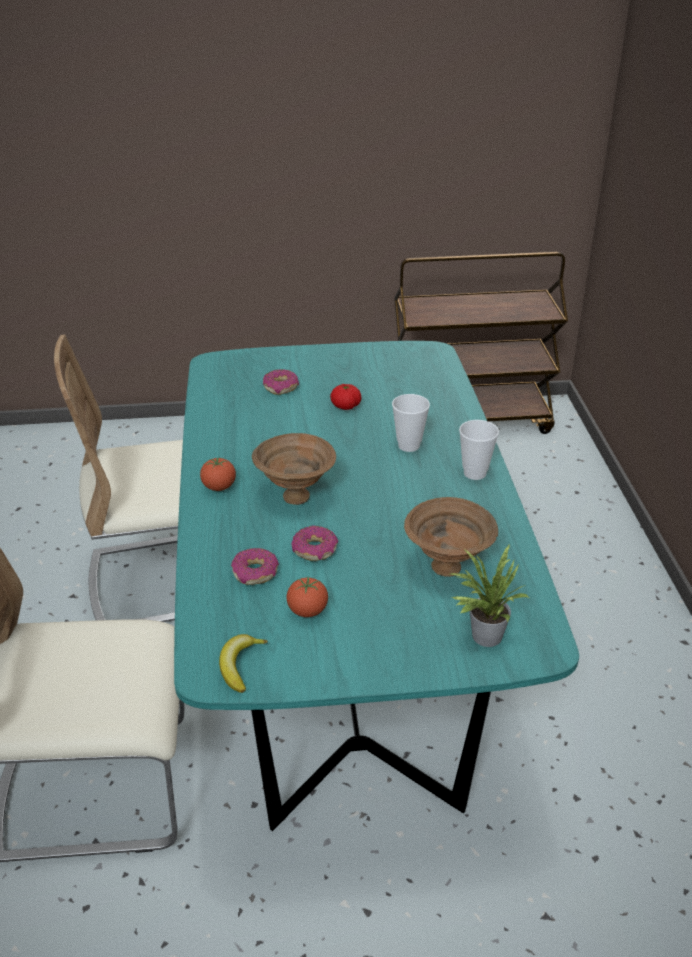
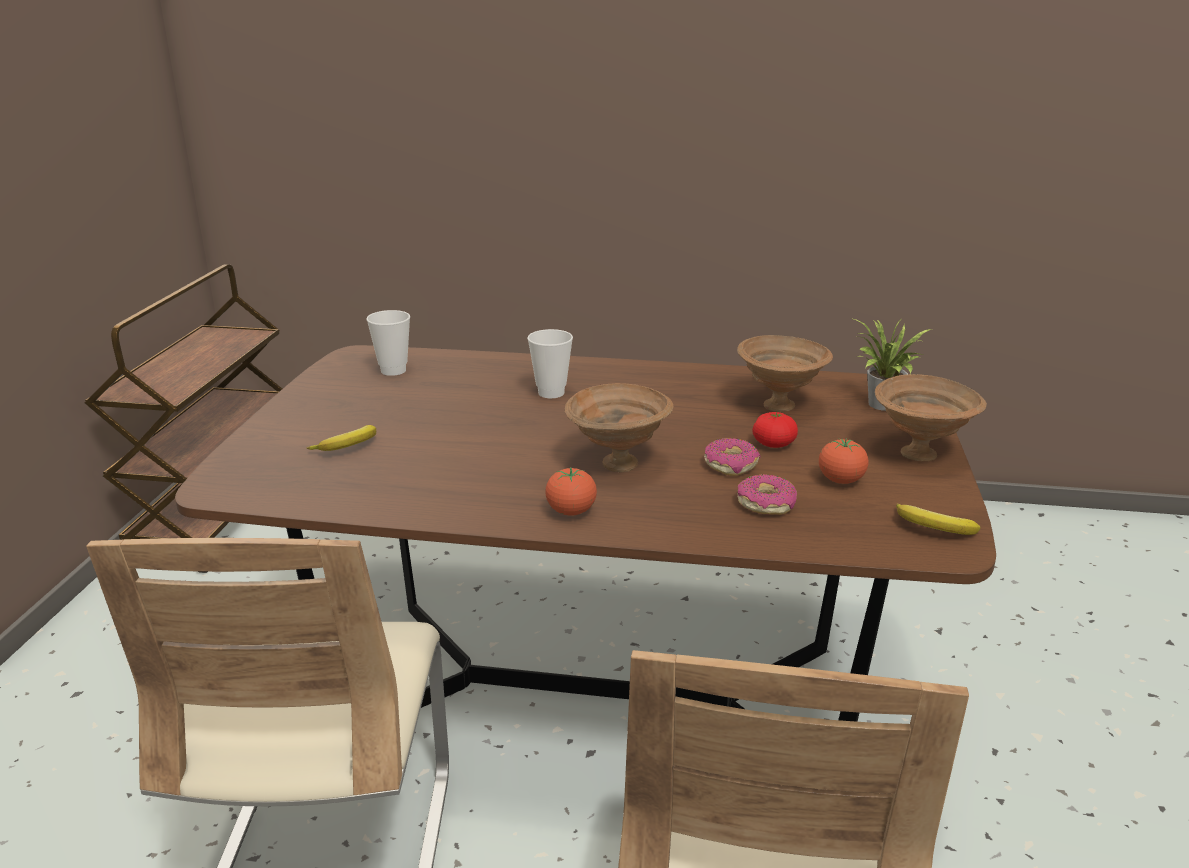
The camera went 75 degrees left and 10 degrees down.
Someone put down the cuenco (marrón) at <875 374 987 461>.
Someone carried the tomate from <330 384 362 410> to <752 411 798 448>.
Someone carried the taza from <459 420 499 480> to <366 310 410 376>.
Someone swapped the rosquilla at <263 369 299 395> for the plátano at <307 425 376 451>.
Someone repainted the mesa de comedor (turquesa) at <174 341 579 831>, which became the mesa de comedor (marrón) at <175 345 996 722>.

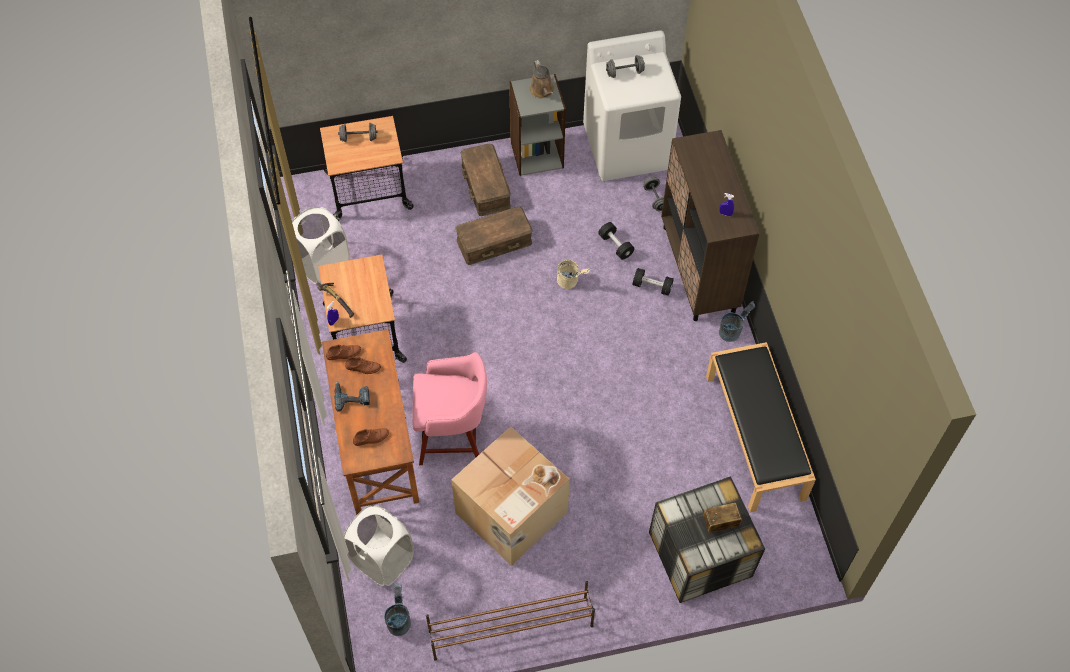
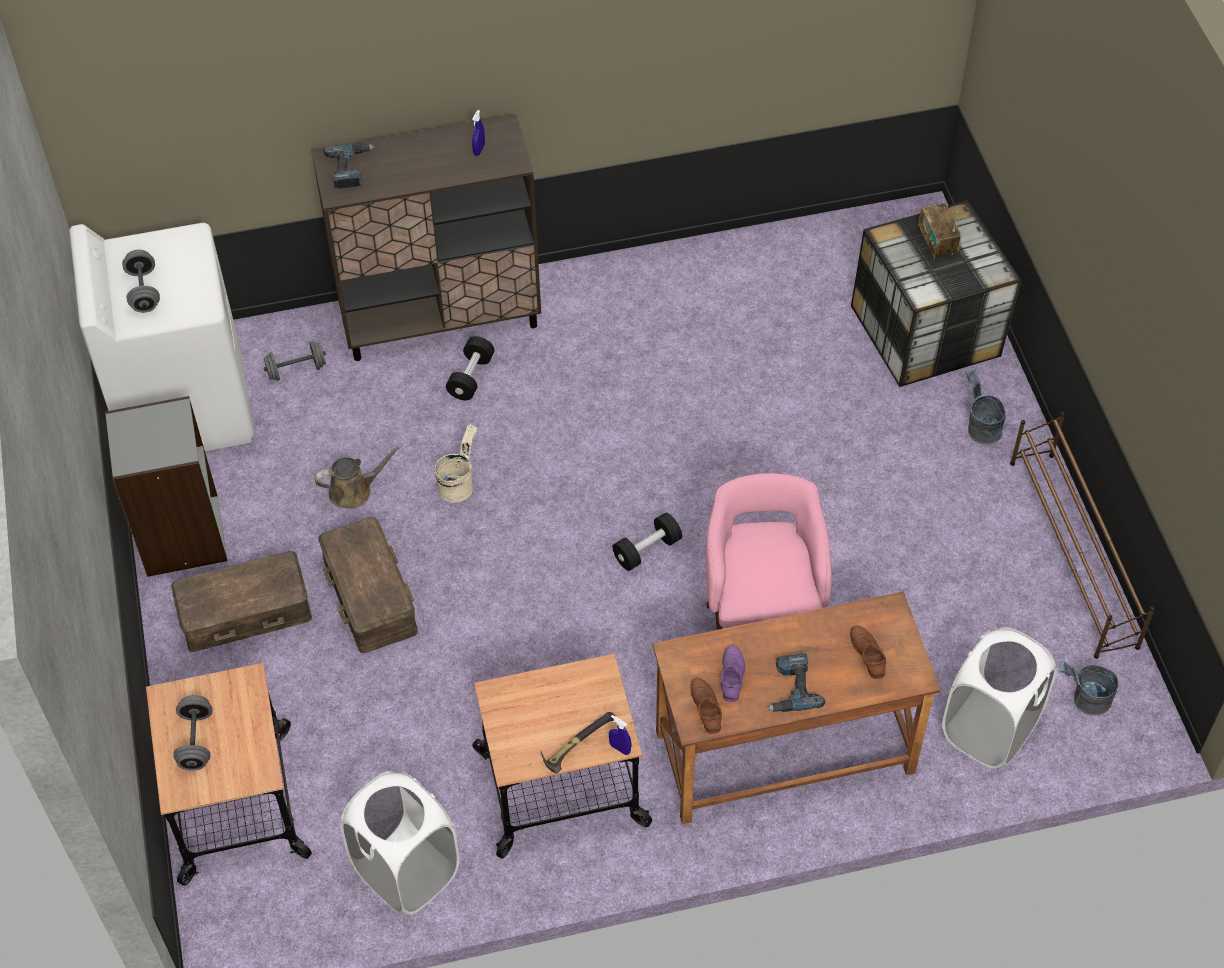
The camera went 90 degrees left and 5 degrees down.
Someone took away the caja de cartón at <451 427 570 566>.
Someone took away the banco (negro) at <706 342 816 512>.
Someone put down the taladro at <323 143 375 189>.
Someone carried the regadera (marrón) from <529 60 554 98> to <314 444 403 509>.
Someone carried the mancuerna (negro) from <598 222 635 260> to <612 513 682 571>.
Someone carried the cubo (gris) from <719 301 755 342> to <964 368 1006 445>.
Someone repainted the zapato (marrón) at <345 357 381 374>, which became the zapato (morado) at <721 645 745 702>.

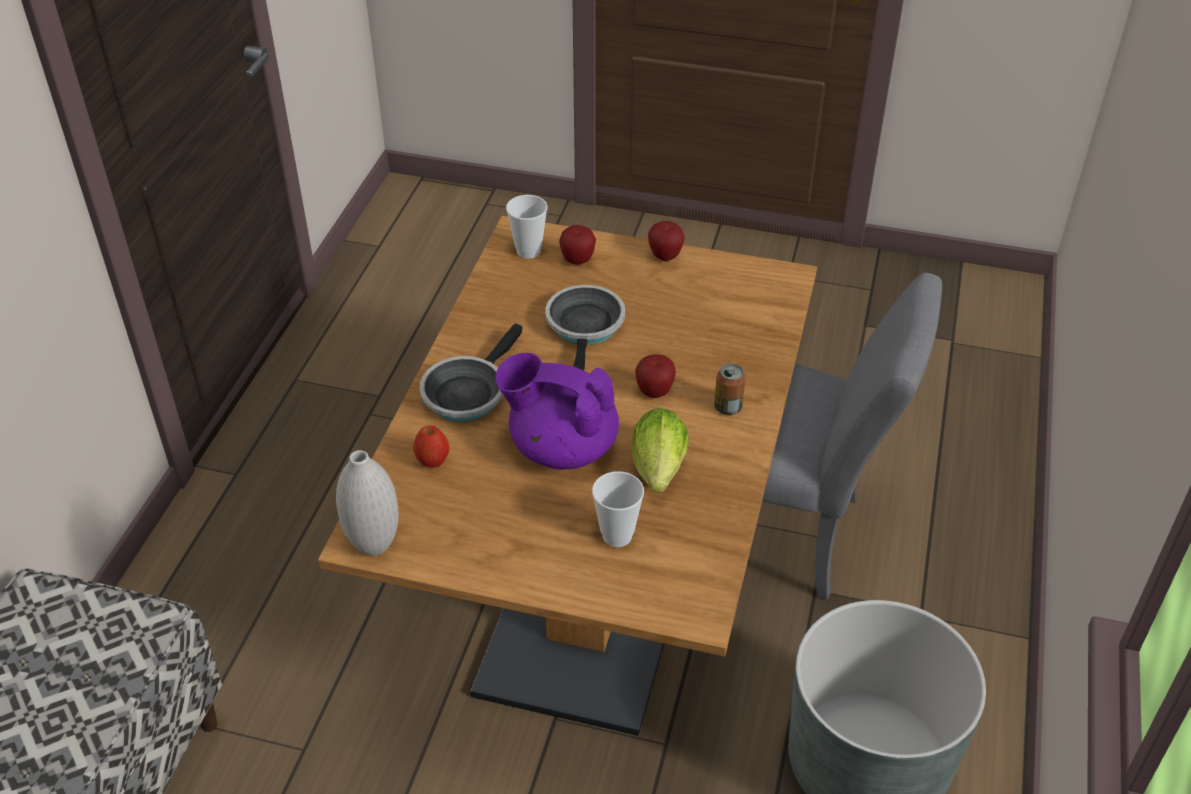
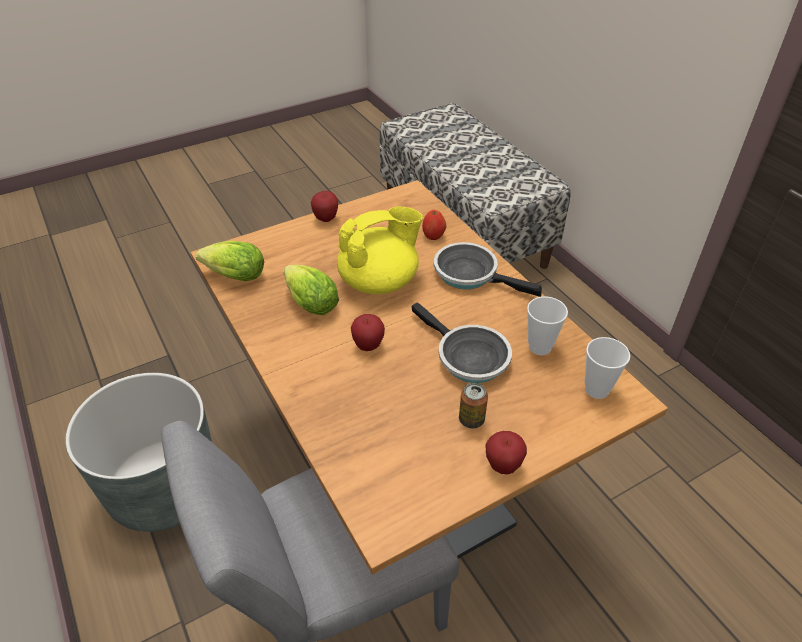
The camera went 135 degrees right and 0 degrees up.
Someone took away the florero (blanco) at <336 450 398 556>.
Someone put down the lechuga at <196 241 264 281>.
Someone carried the manzana from <559 225 596 265> to <311 191 338 222>.
Someone carried the taza from <592 471 644 547> to <527 297 568 355>.
Someone carried the lata from <714 363 746 415> to <459 382 488 429>.
Someone repainted the tetera (morado) at <495 353 619 470>, which became the tetera (amarillo) at <337 206 423 294>.
Someone rotated the sartén at <420 323 523 422> by 45 degrees counterclockwise.

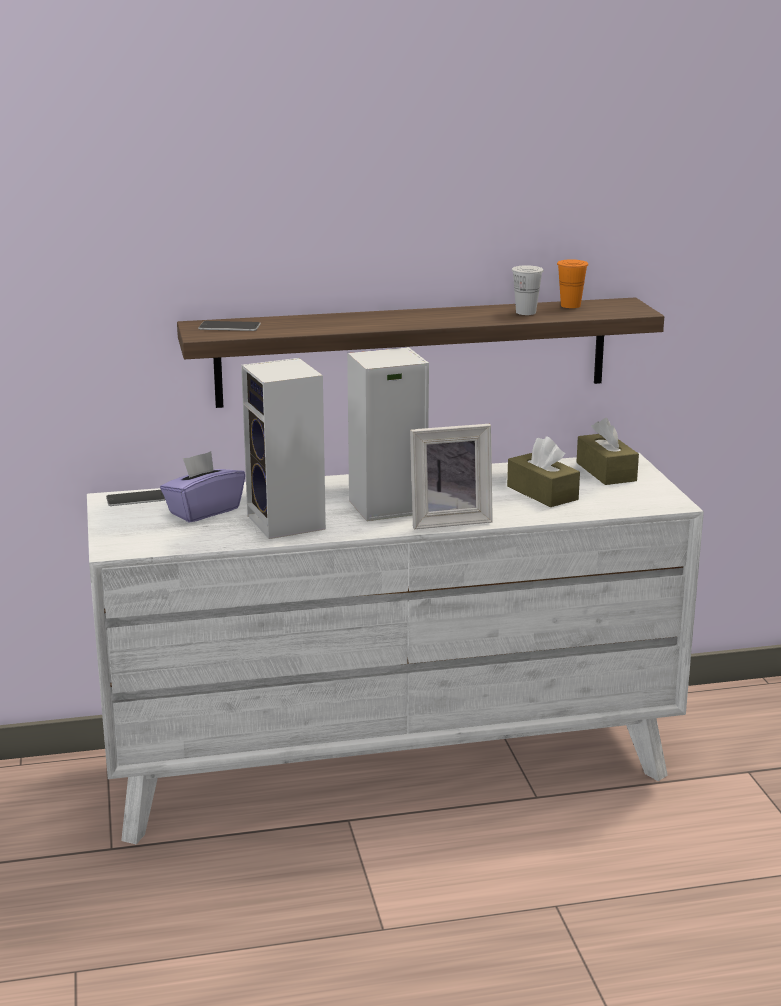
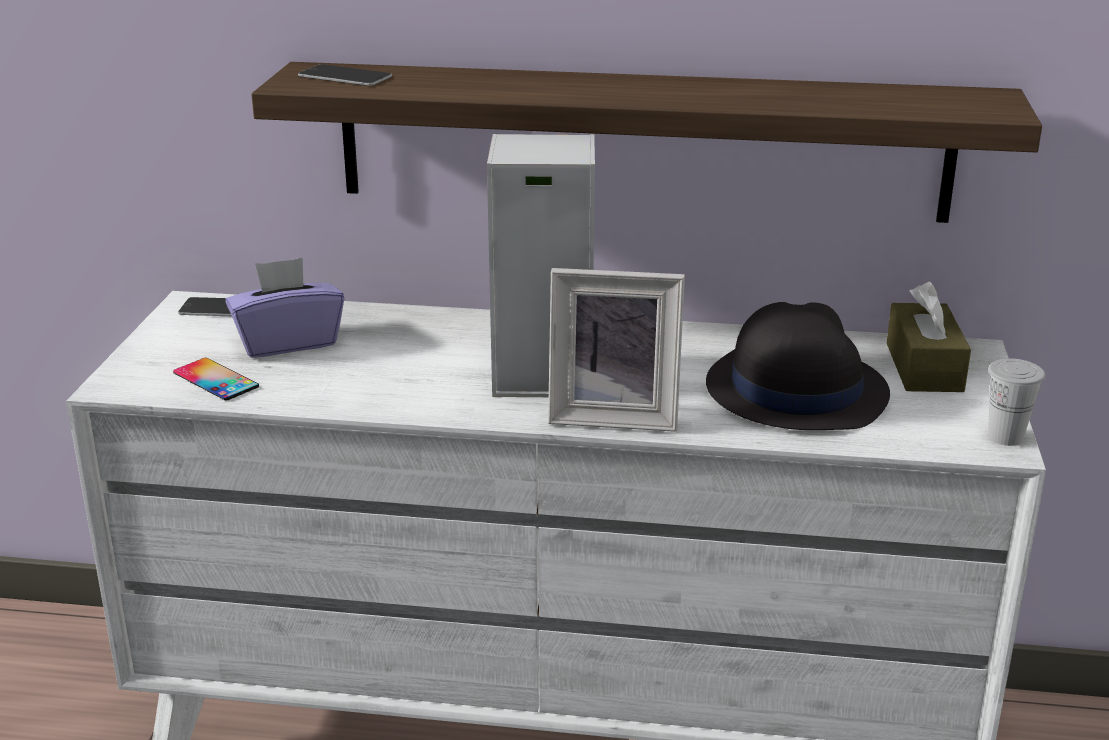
The camera went 20 degrees right and 5 degrees up.
Someone took away the altavoz at <241 358 326 539>.
Someone took away the taza (naranja) at <557 259 588 308>.
Someone put down the móvil at <173 358 259 401>.
Someone carried the taza (blanco) from <512 265 543 315> to <988 358 1045 446>.
Someone swapped the caja de pañuelos (marrón) at <507 436 580 507> for the sombrero (negro) at <706 302 890 430>.

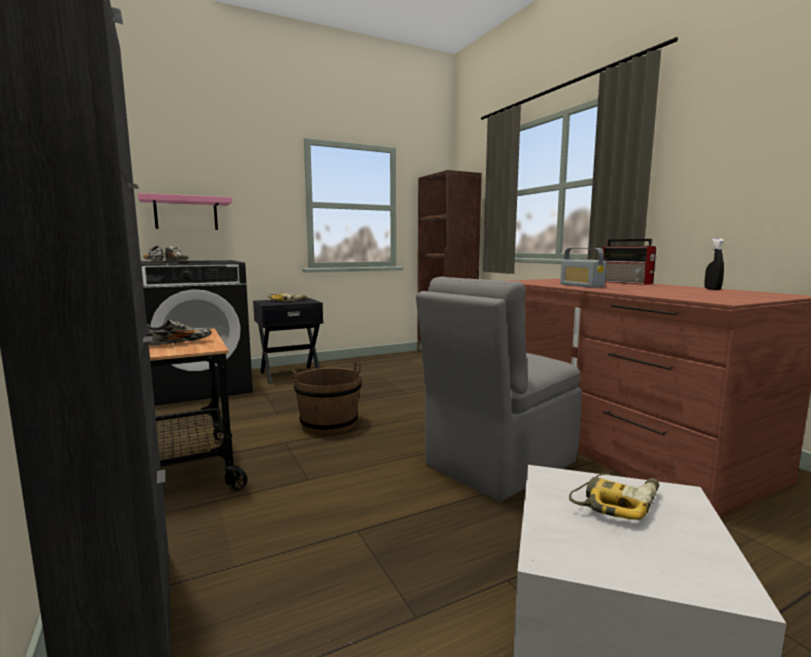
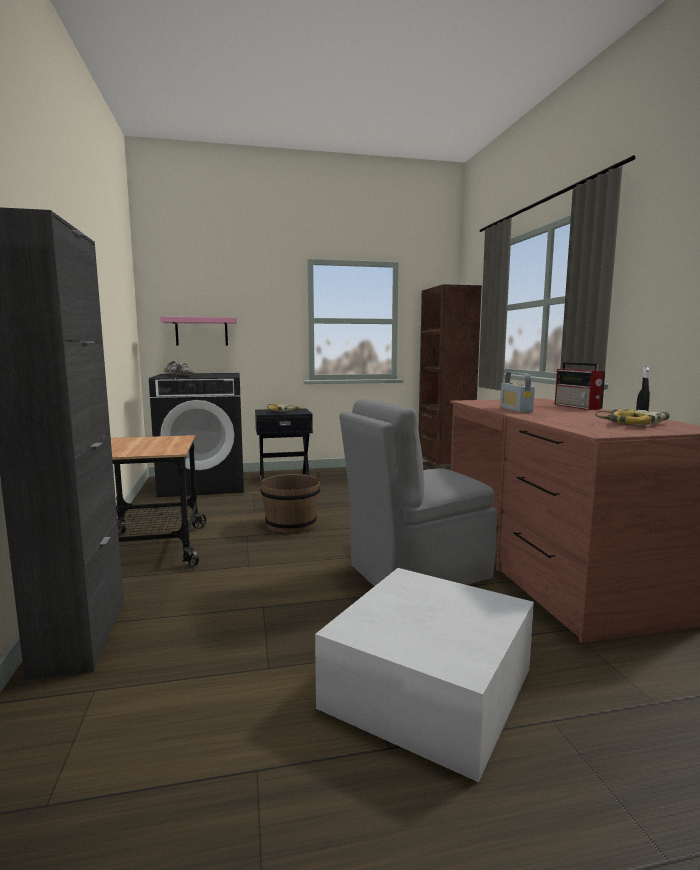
The camera went 15 degrees right and 0 degrees up.
Someone took away the zapato at <147 320 212 346>.
Someone carried the taladro from <569 473 659 520> to <595 409 670 426>.

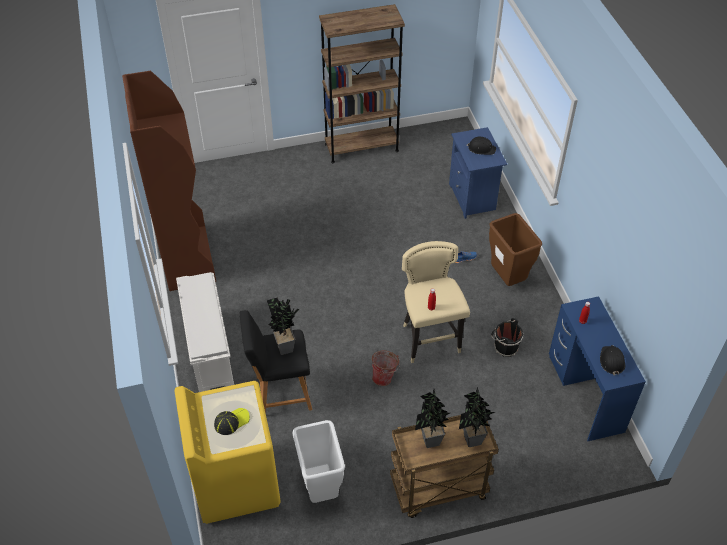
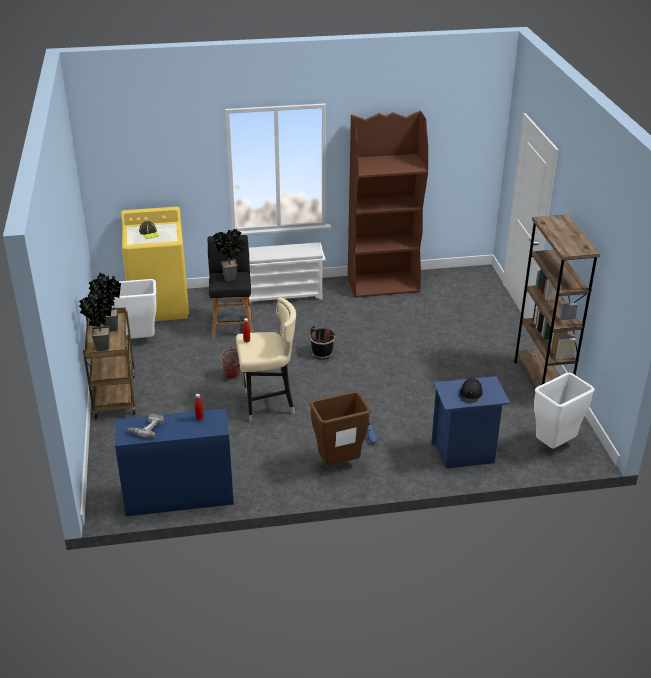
The camera went 95 degrees right and 15 degrees down.
Someone put down the papelera (blanco) at <534 373 595 448>.
Someone carried the cubo (negro) from <491 318 523 357> to <310 326 336 359>.
Someone swapped the casco (negro) at <600 345 625 376> for the taladro at <127 414 164 438>.

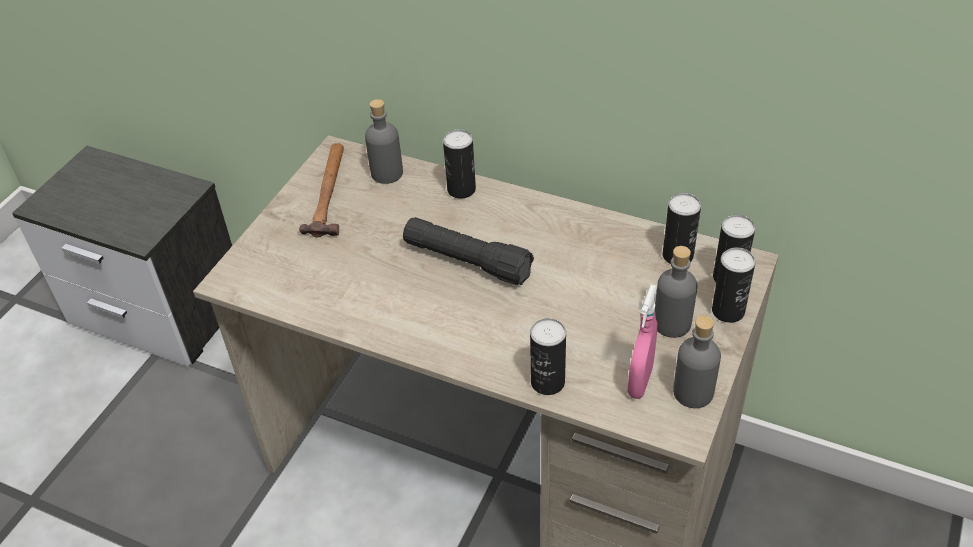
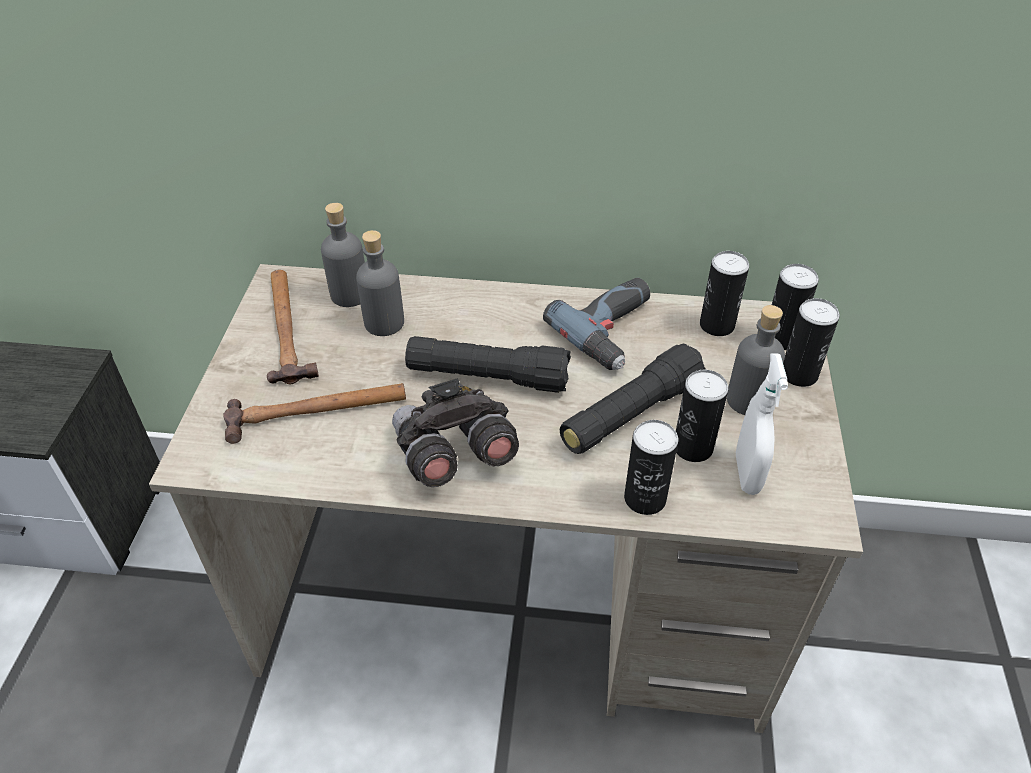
The camera went 20 degrees left and 0 degrees up.
Someone put down the martillo at <223 383 406 444>.
Someone put down the prismáticos (gris) at <392 378 519 487>.
Someone put down the taladro at <543 278 650 370>.
Someone put down the linterna (negro) at <560 344 706 454>.
Someone carried the lata from <443 129 476 199> to <676 370 728 462>.
Someone carried the botella (gris) from <673 315 721 408> to <356 230 404 336>.
Someone repainted the pulverizador (rosa) at <628 284 657 399>, which became the pulverizador (blanco) at <736 353 788 495>.

